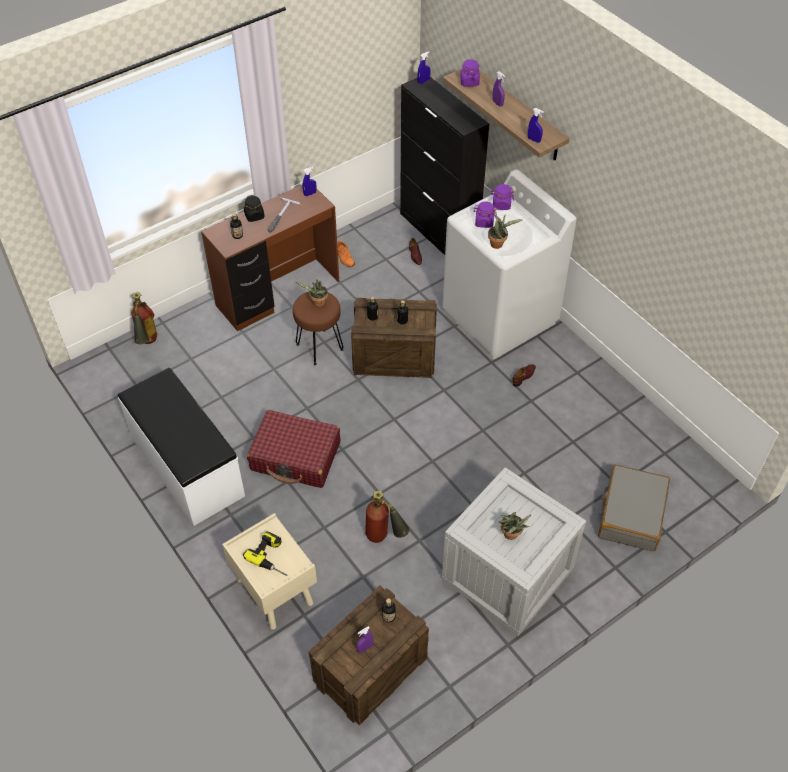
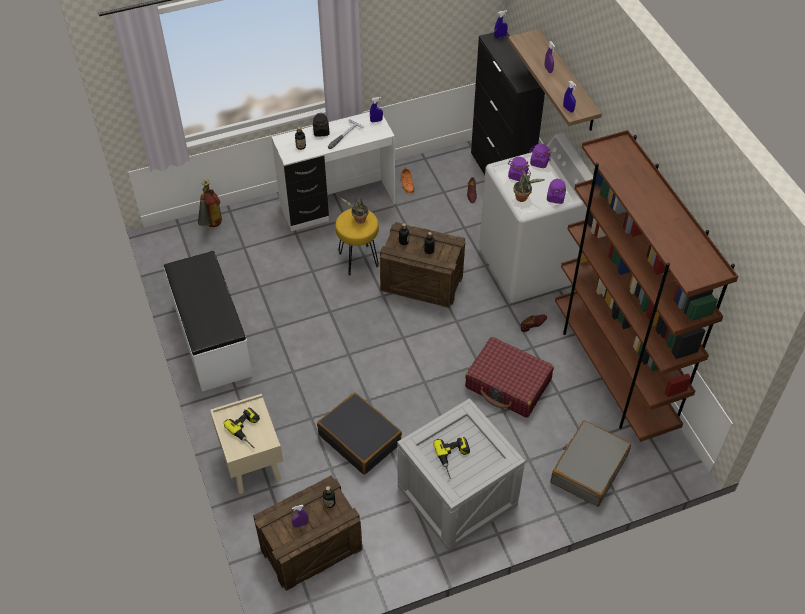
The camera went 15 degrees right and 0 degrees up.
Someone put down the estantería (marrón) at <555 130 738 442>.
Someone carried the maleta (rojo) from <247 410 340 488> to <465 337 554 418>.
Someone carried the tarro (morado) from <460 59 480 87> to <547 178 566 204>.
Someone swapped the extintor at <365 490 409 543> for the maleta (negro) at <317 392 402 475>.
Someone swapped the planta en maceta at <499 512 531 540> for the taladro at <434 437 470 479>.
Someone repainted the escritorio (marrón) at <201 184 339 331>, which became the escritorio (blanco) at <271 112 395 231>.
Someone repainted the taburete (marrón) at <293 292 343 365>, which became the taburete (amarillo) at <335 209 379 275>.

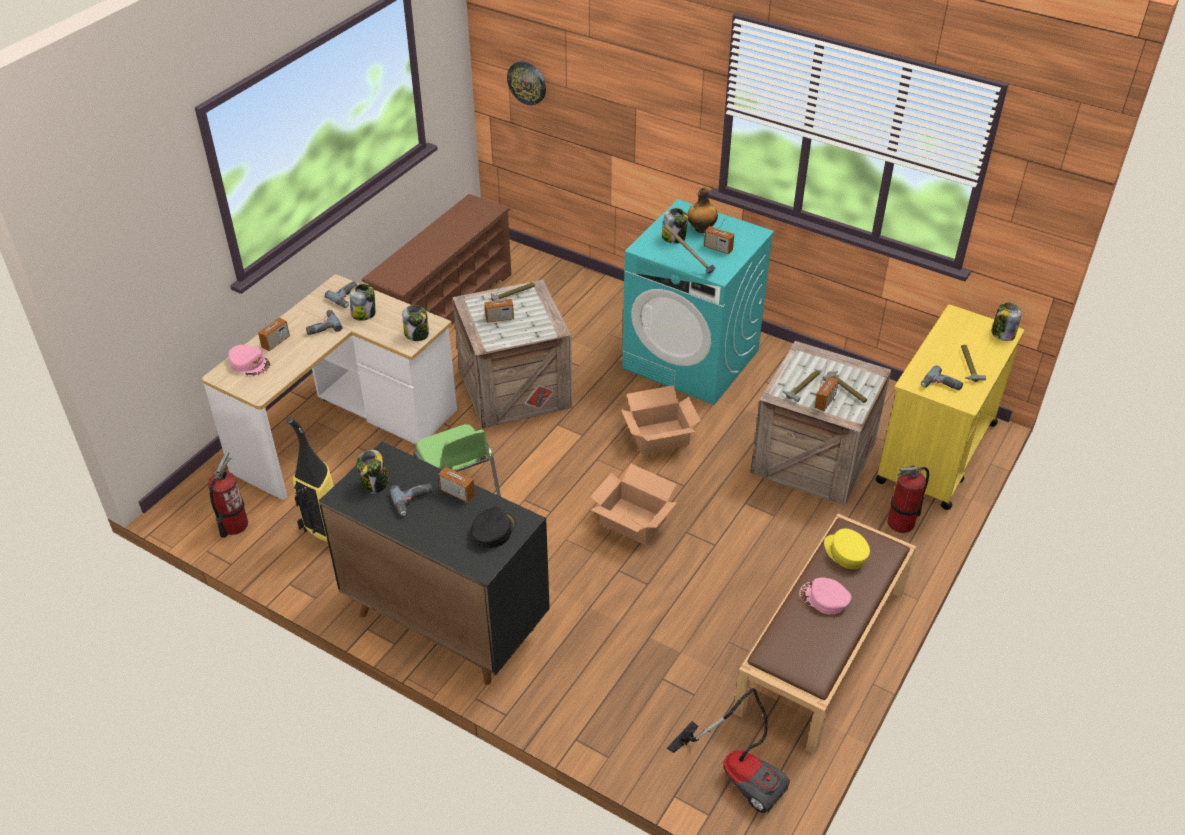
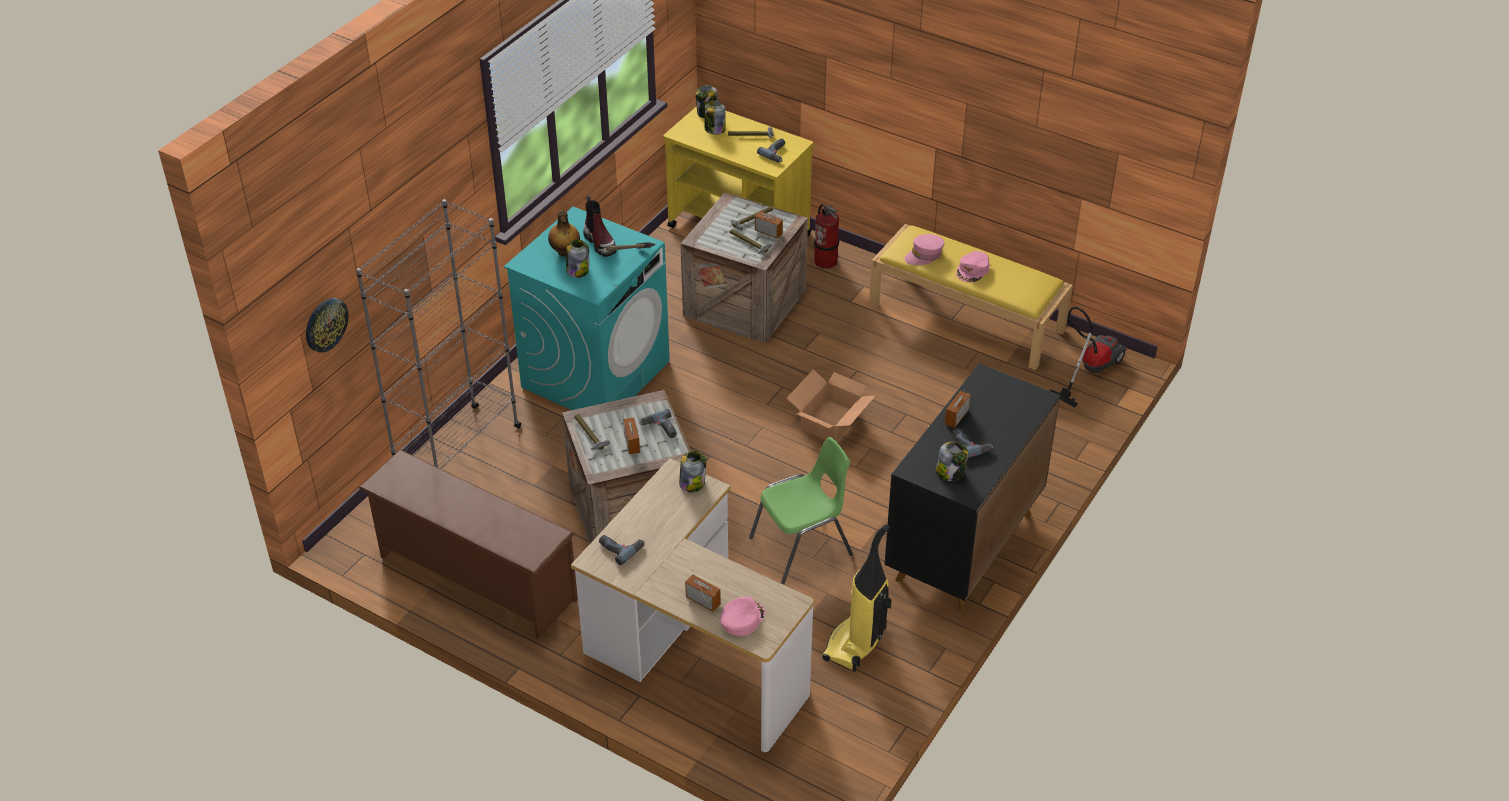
The camera went 90 degrees left and 0 degrees up.
Someone took away the extintor at <208 452 248 538>.
Someone took away the gorra (negro) at <471 507 516 548>.
Someone took away the caja de cartón at <621 385 701 454>.
Someone put down the estantería (gris) at <356 199 522 469>.
Someone carried the taladro from <306 310 342 335> to <639 409 677 438>.
Someone carried the tarro from <350 284 375 321> to <704 100 725 135>.
Someone swapped the radio at <704 213 734 254> for the bota at <583 195 617 257>.
Someone repainted the banco (marrón) at <733 514 916 754>, which became the banco (amarillo) at <869 224 1073 370>.
Someone repainted the gorra (amarillo) at <824 529 870 569>, which became the gorra (rosa) at <904 234 944 265>.

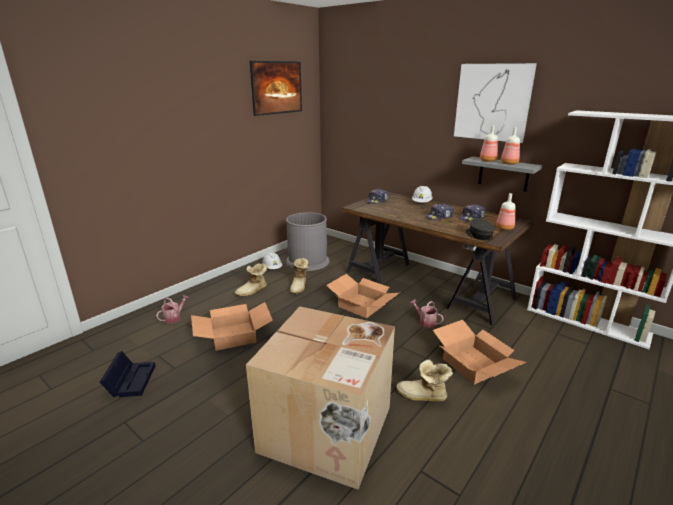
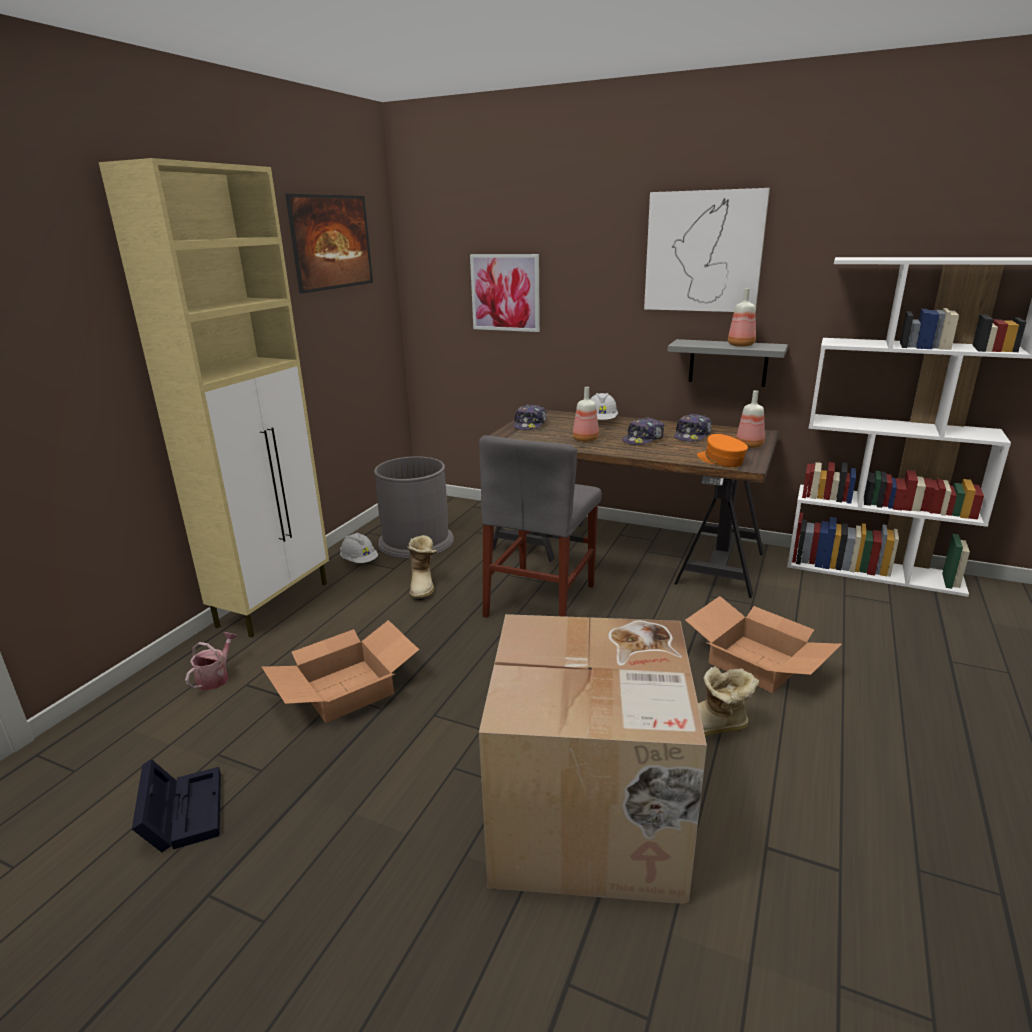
The camera went 15 degrees left and 0 degrees up.
Someone took away the bota at <235 263 267 297>.
Someone took away the regadera at <410 299 444 328>.
Someone put down the armario (beis) at <99 158 329 638>.
Someone put up the cuadro at <470 254 540 332>.
Someone carried the botella from <480 125 498 162> to <573 387 599 442>.
Someone swapped the caja de cartón at <326 274 399 318> for the silla (gris) at <479 435 602 618>.
Someone repainted the gorra (gris) at <465 218 495 240>, which became the gorra (naranja) at <697 434 748 467>.

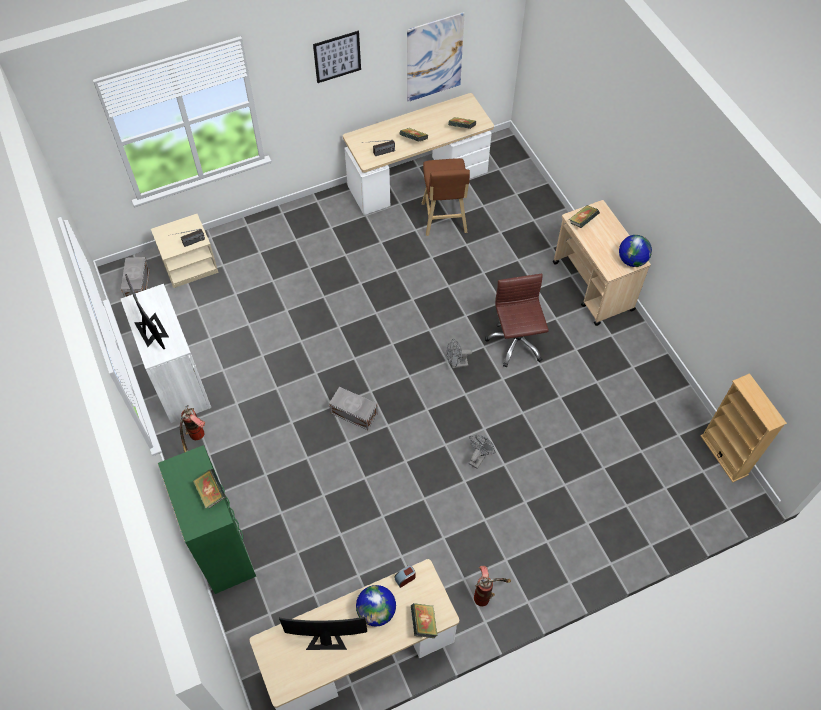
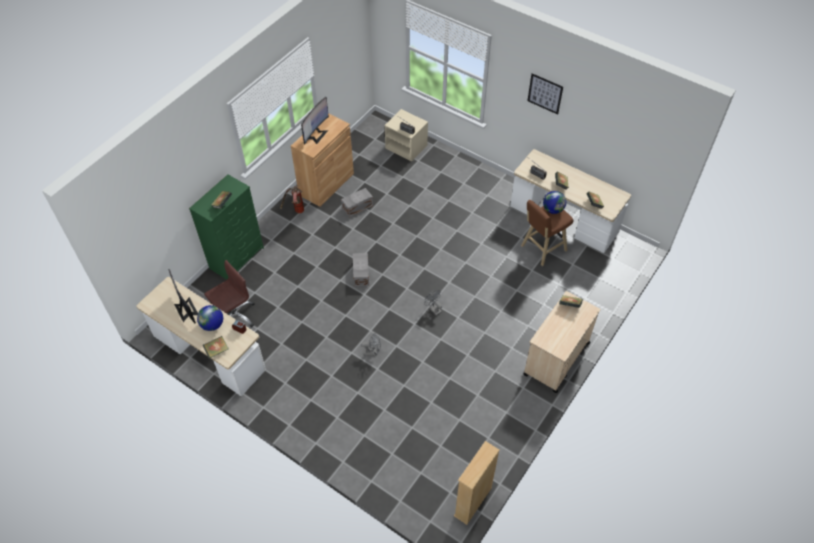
The camera went 60 degrees right and 5 degrees down.
Someone took away the cuadro at <407 12 465 102>.
Someone took away the extintor at <474 566 511 606>.
Someone carried the caja de almacenaje (gris) from <121 257 150 297> to <341 188 373 217>.
Someone carried the silla de oficina (marrón) from <485 274 549 368> to <204 260 255 327>.
Someone carried the globo terráqueo from <619 235 652 267> to <543 191 566 214>.
Someone repainted the armario (blanco) at <121 284 211 423>, which became the armario (marrón) at <291 113 354 207>.

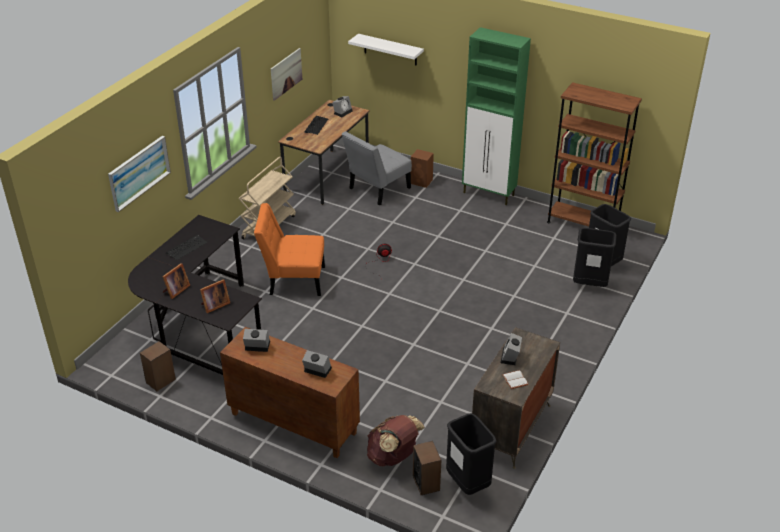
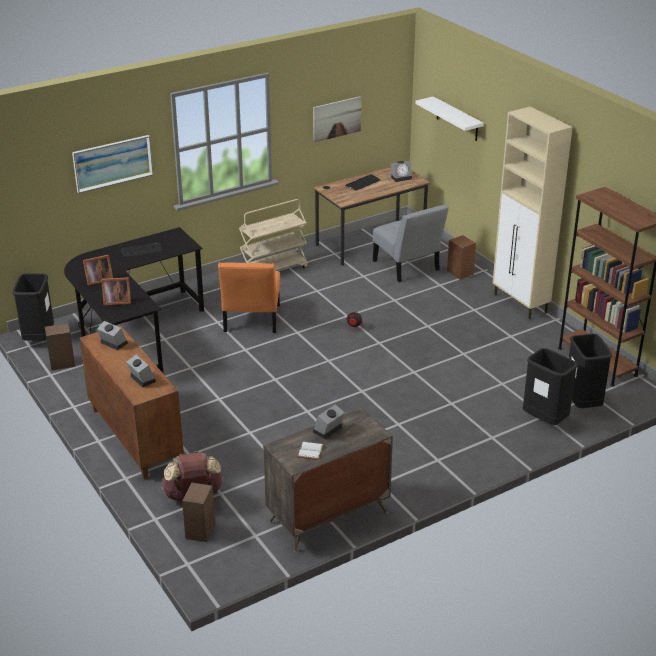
The camera went 30 degrees right and 5 degrees down.
Someone carried the papelera (negro) from <446 413 497 495> to <13 274 54 341>.
Someone repainted the armario (verde) at <462 27 531 205>, which became the armario (beis) at <493 106 573 319>.
Someone rotated the silla (naranja) at <254 203 325 296> by 120 degrees counterclockwise.
Someone rotated the silla (gris) at <342 131 412 206> by 105 degrees counterclockwise.

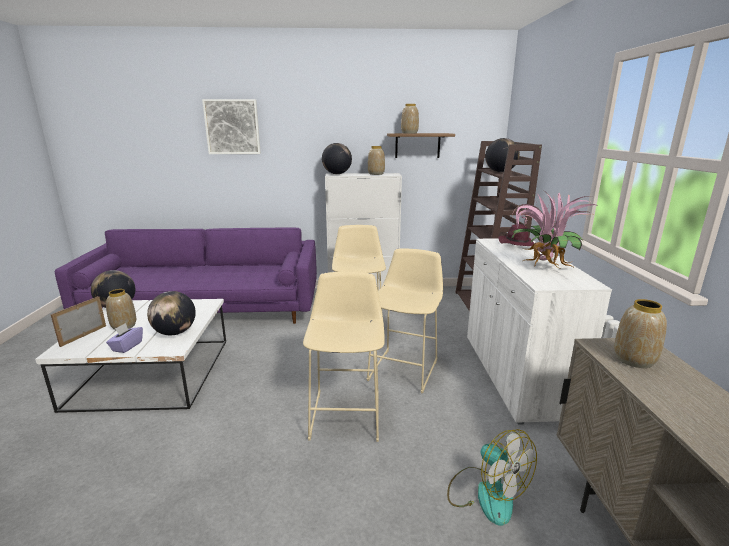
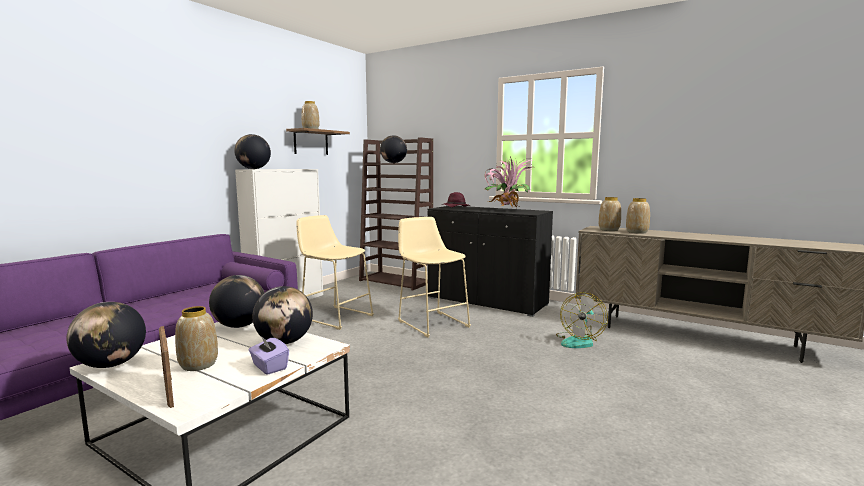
The camera went 55 degrees left and 10 degrees down.
Someone took away the cuadro at <202 99 261 154>.
Someone took away the taburete (beis) at <303 272 385 442>.
Someone put down the globo terráqueo at <209 275 264 328>.
Someone carried the florero from <368 146 385 175> to <626 198 650 234>.
Someone repainted the armario (blanco) at <467 238 612 425>, which became the armario (negro) at <428 206 553 317>.
Someone rotated the ventilador at <447 429 537 526> by 120 degrees clockwise.

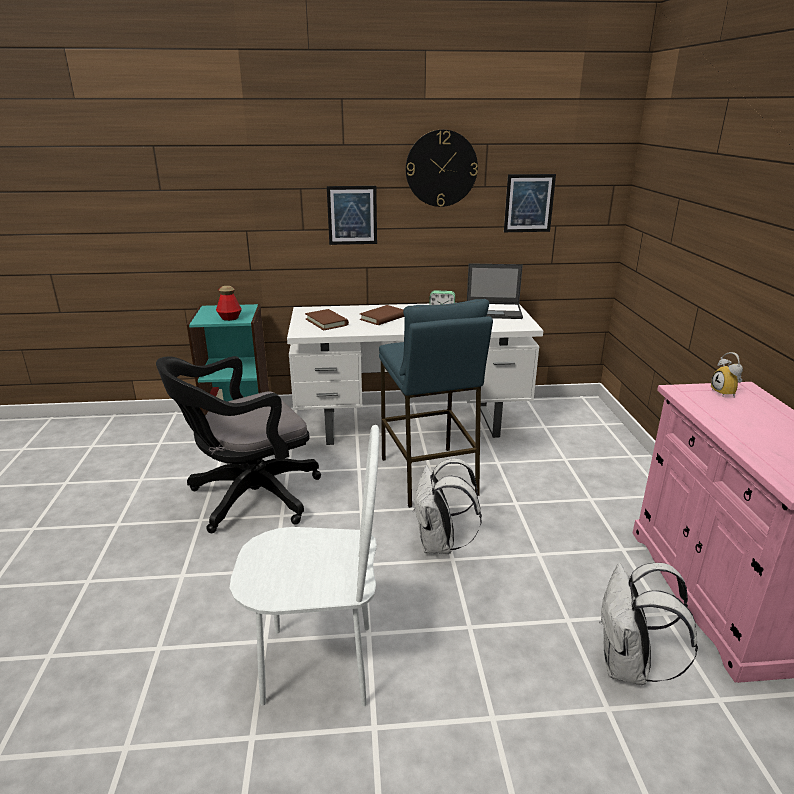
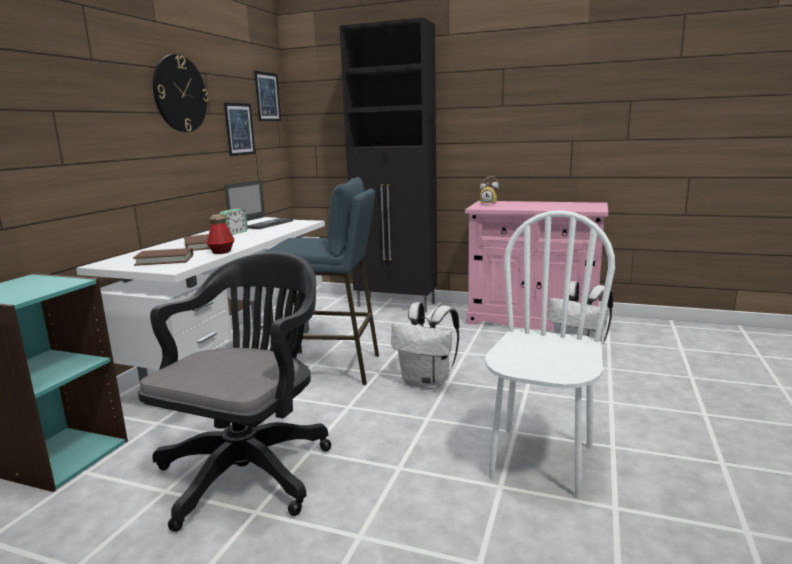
The camera went 65 degrees left and 10 degrees down.
Someone put down the armario (negro) at <339 17 437 312>.
Someone carried the botella from <216 286 242 321> to <207 214 235 254>.
Someone carried the cuadro from <327 186 377 245> to <254 71 281 121>.
Someone rotated the silla de oficina (negro) at <156 356 321 533> by 150 degrees counterclockwise.

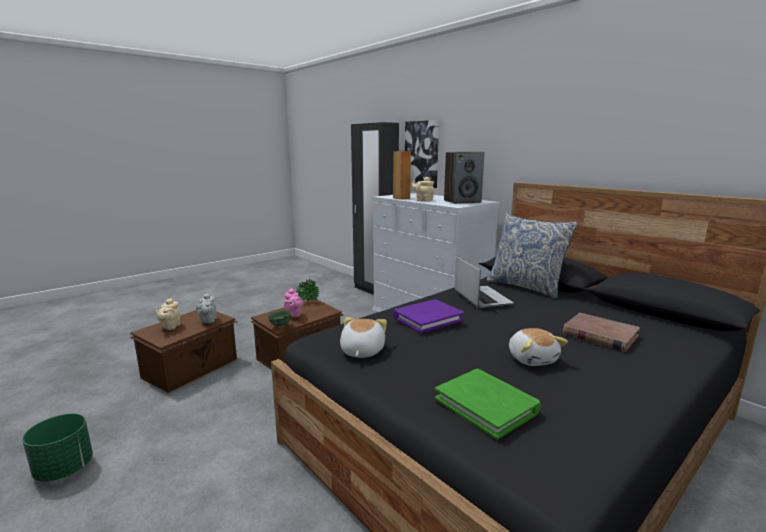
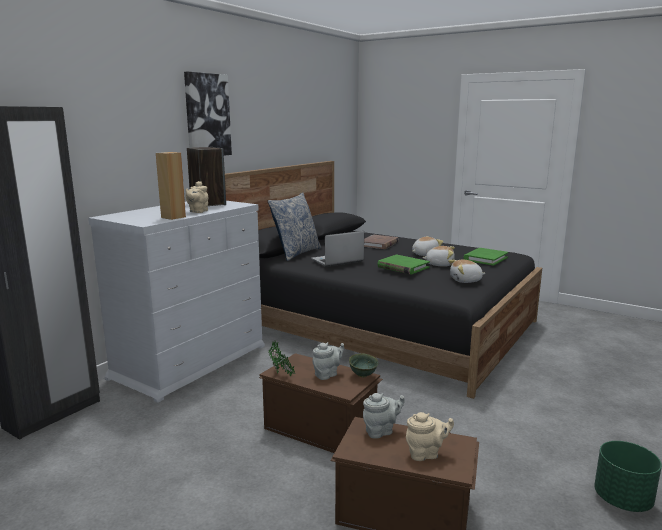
The camera went 105 degrees left and 0 degrees up.
Someone put down the peluche at <422 246 455 267>.
Someone carried the cuadro from <405 120 439 188> to <184 72 232 155>.
Someone repainted the tetera (rosa) at <284 288 303 317>, which became the tetera (gris) at <313 342 344 380>.
Someone repainted the libro (morado) at <393 300 465 333>, which became the libro (verde) at <377 255 430 275>.

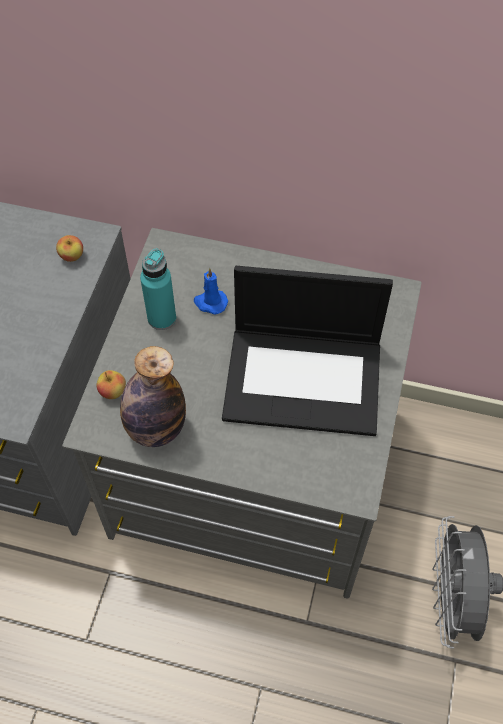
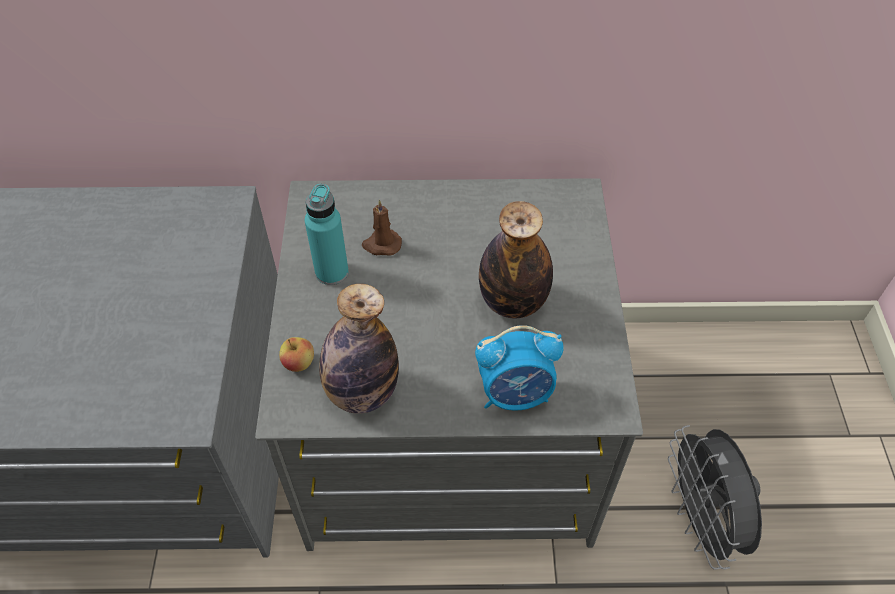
The camera went 15 degrees left and 5 degrees down.
Someone took away the manzana at <56 235 83 262>.
Someone put down the despertador at <475 325 564 411>.
Someone swapped the portátil at <222 266 393 436> for the botella at <479 201 553 319>.
Someone repainted the vela (azul) at <194 268 228 314>, which became the vela (marrón) at <362 200 402 256>.

